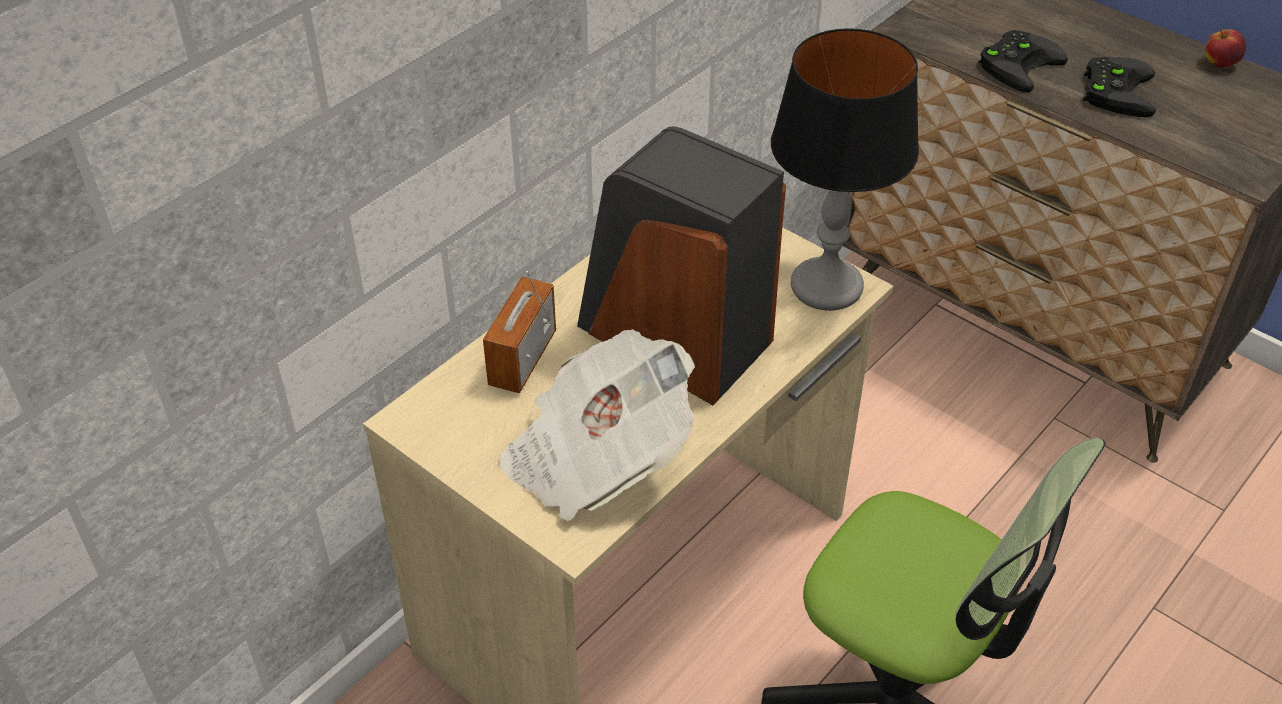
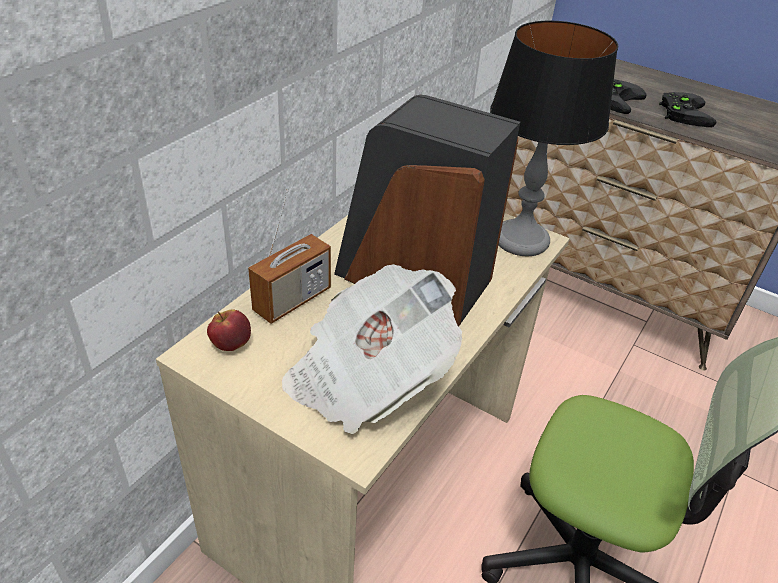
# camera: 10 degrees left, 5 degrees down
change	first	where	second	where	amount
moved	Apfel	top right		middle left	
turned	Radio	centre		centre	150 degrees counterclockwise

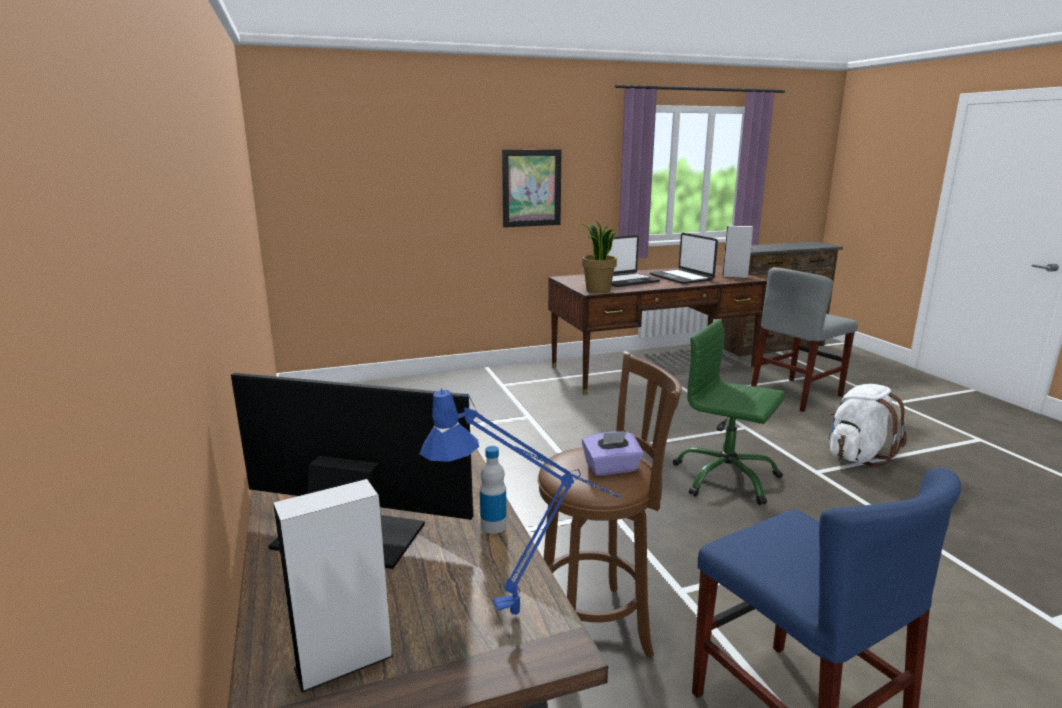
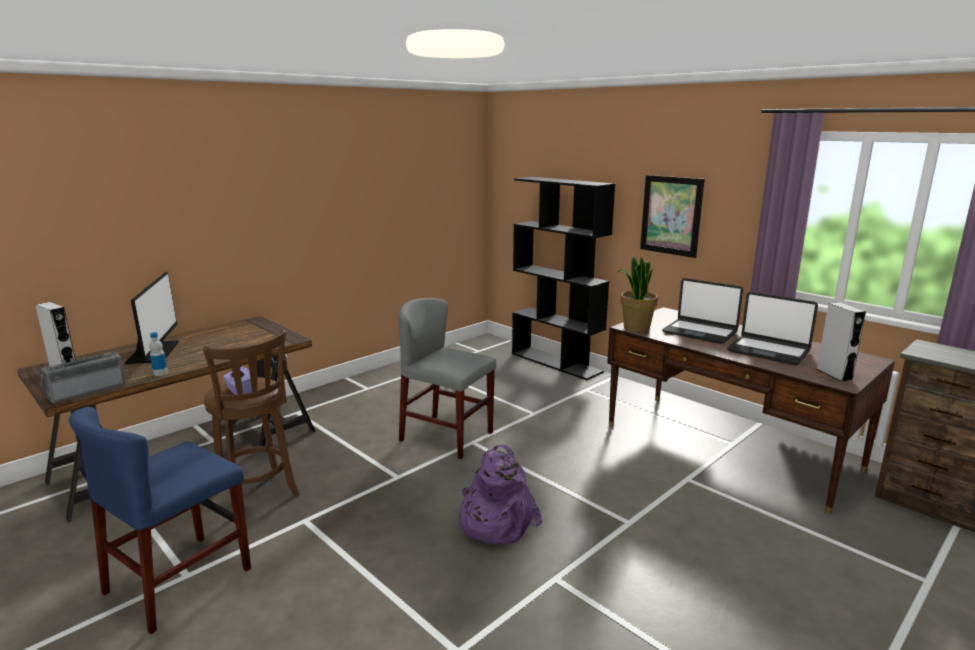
# camera: 65 degrees right, 0 degrees up
change	first	where	second	where	amount
replaced	Tischlampe/blau	bottom centre	Radio	middle left	
moved	Stuhl/grau	middle right		centre	
replaced	Bürostuhl/grün	middle right	Rucksack/lila	bottom centre	
added			Bücherregal/schwarz	centre	
turned	Laptop (2nd from left)	centre		middle right	90 degrees counterclockwise
removed	Rucksack/weiß	middle right			

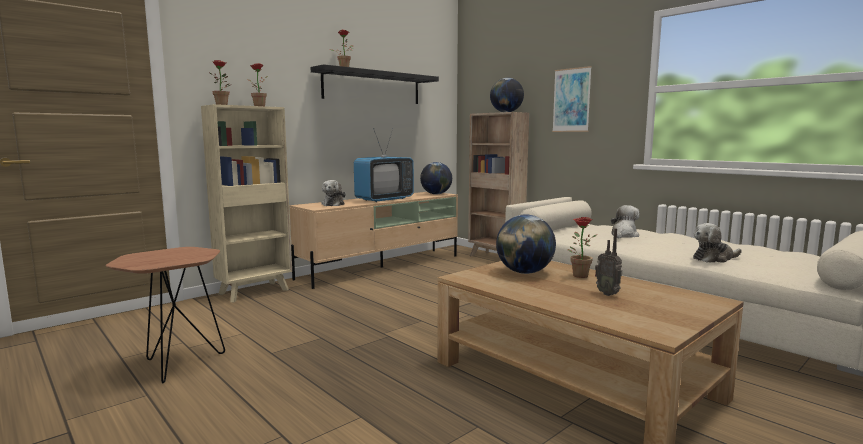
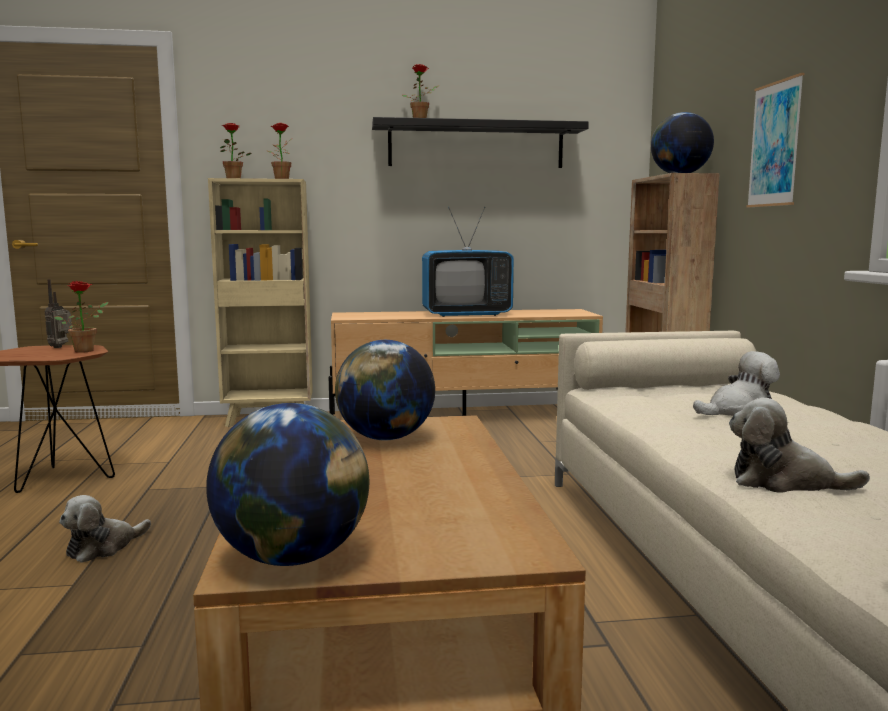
# camera: 35 degrees right, 0 degrees up
change	first	where	second	where	amount
moved	Radio	middle right		middle left	
moved	Topfpflanze (4th from left in the first image)	middle right	Topfpflanze (1st from left)	middle left	
moved	Plüschtier (1st from left)	centre		bottom left	
moved	Globus (1st from left)	centre		bottom left	

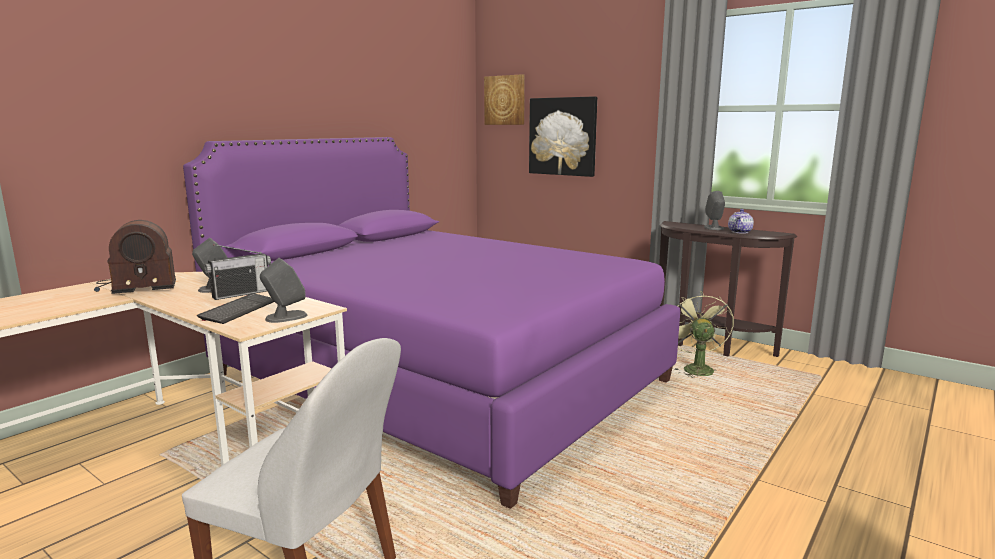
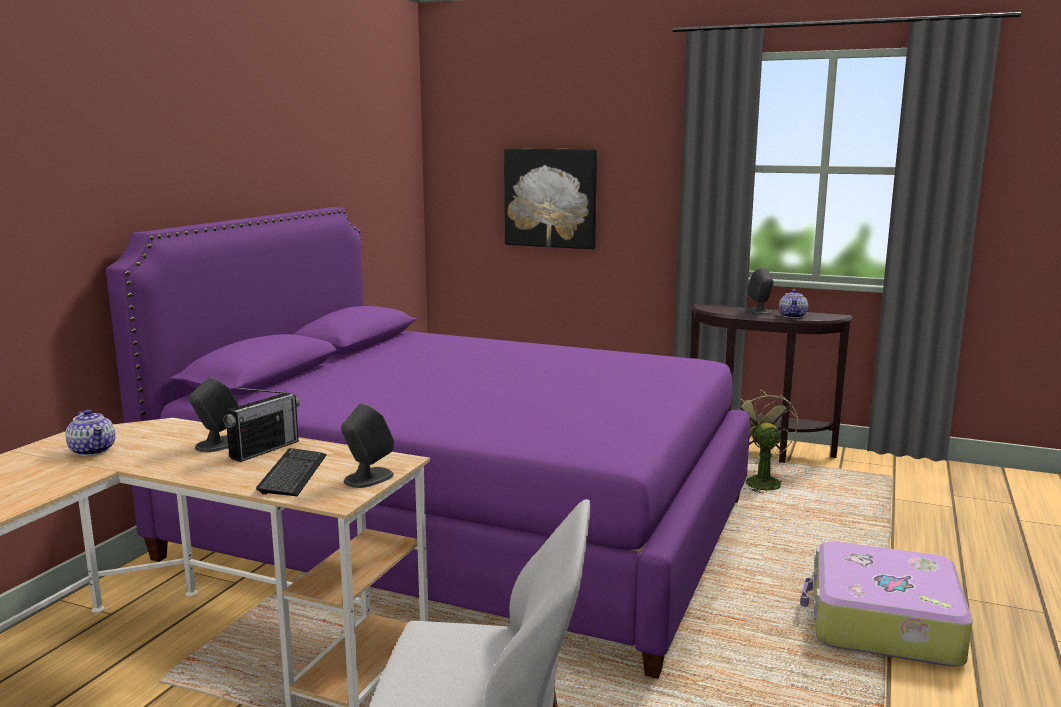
# camera: 15 degrees left, 0 degrees up
change	first	where	second	where	amount
replaced	Radio (1st from left)	middle left	Teekanne (1st from left)	middle left	
added			Koffer	bottom right	
removed	Bild (1st from left)	top centre			

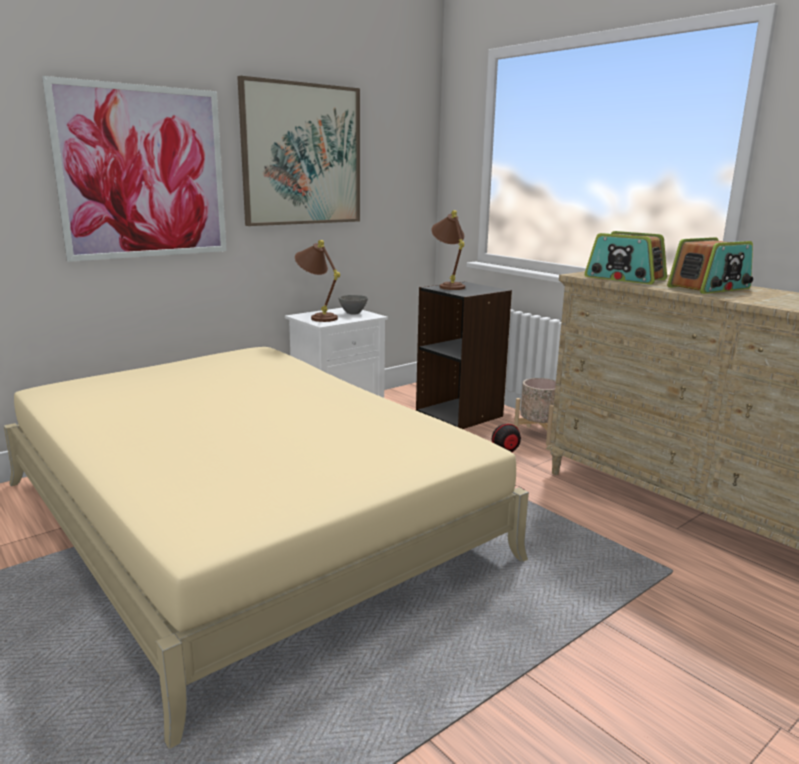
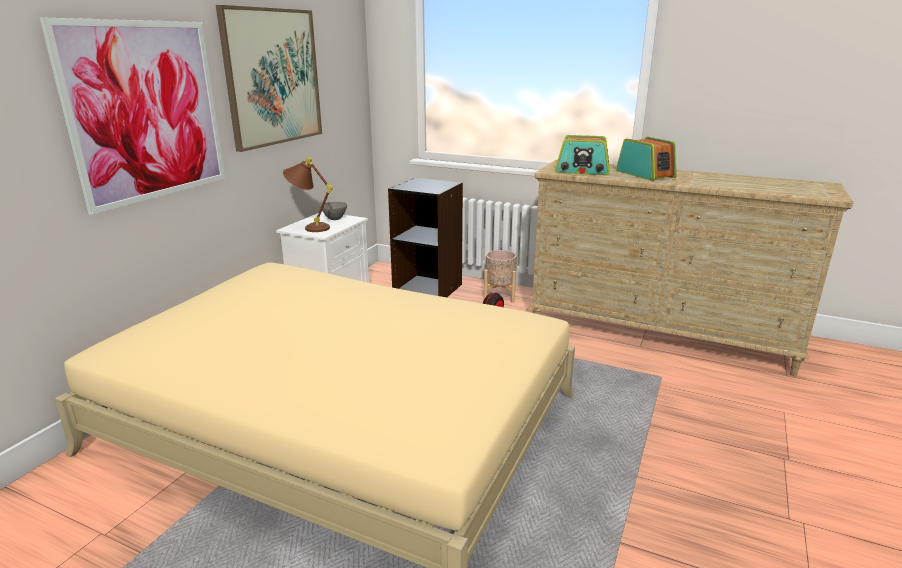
# camera: 25 degrees left, 5 degrees up
change	first	where	second	where	amount
turned	Radio (2nd from left)	middle right		top right	60 degrees counterclockwise
removed	Tischlampe/braun (2nd from left)	top centre			

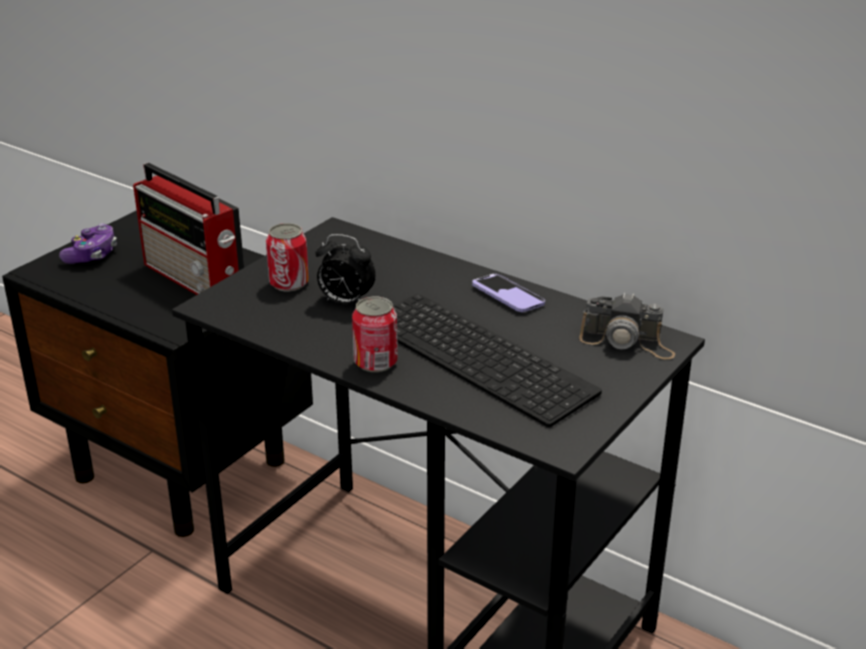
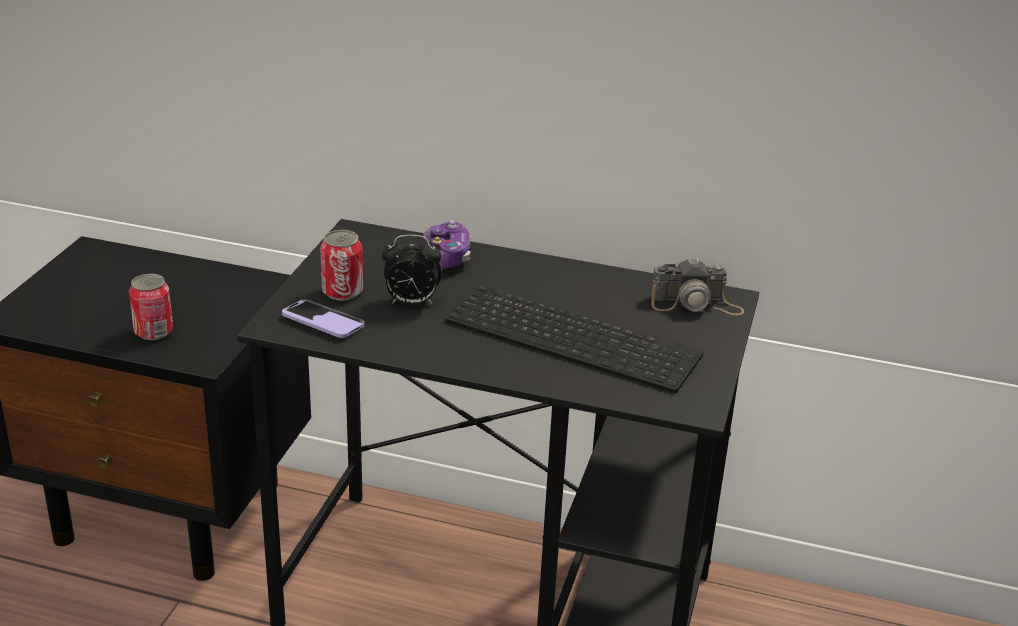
# camera: 20 degrees left, 0 degrees up
change	first	where	second	where	amount
moved	Dose (2nd from left in the first image)	centre	Dose (1st from left)	middle left	
moved	Handy	centre		middle left	
moved	Gamepad	middle left		centre	
removed	Radio	middle left			

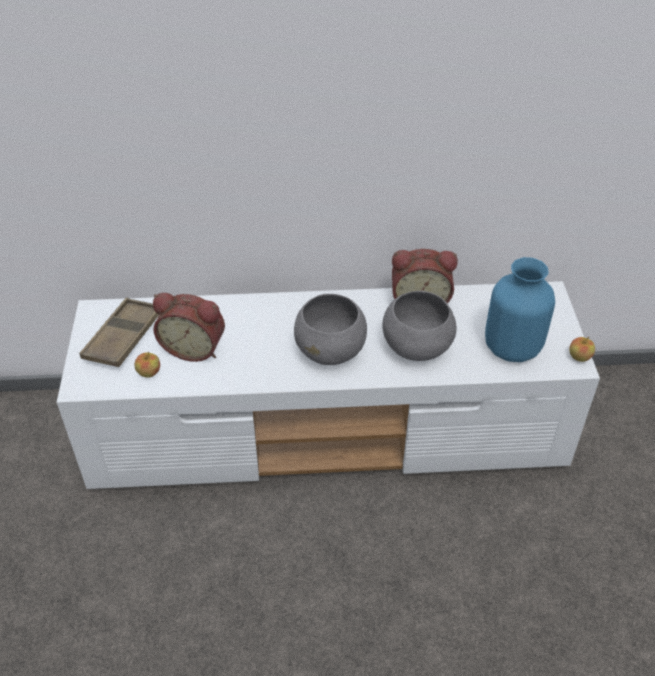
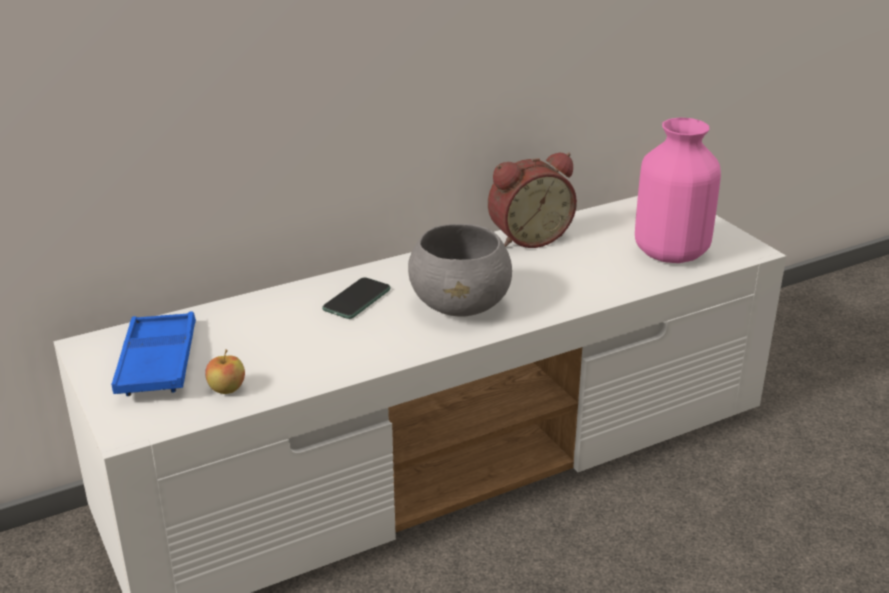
# camera: 25 degrees left, 15 degrees down
change	first	where	second	where	amount
recoloured	Tablett/braun	middle left	Tablett/blau	middle left	
added			Handy	centre	
recoloured	Vase/blau	middle right	Vase/rosa	top right	
removed	Wecker (1st from left)	middle left			
removed	Schüssel/grau (2nd from left)	centre			
removed	Apfel (2nd from left)	middle right			

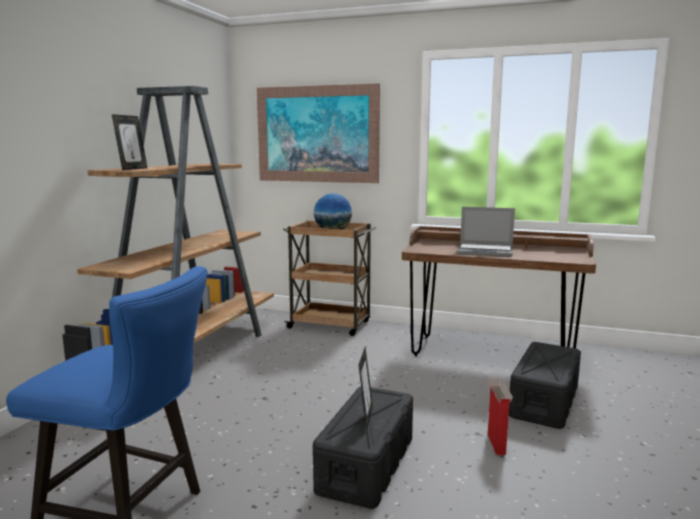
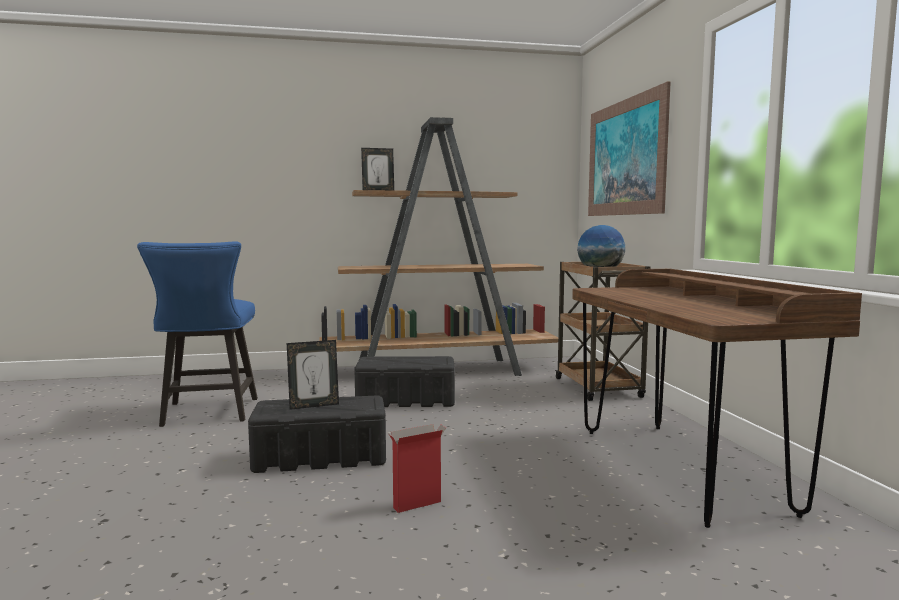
# camera: 60 degrees right, 5 degrees down
change	first	where	second	where	amount
moved	Aufbewahrungsbox/schwarz (2nd from left)	bottom right		centre	
removed	Laptop	middle right			

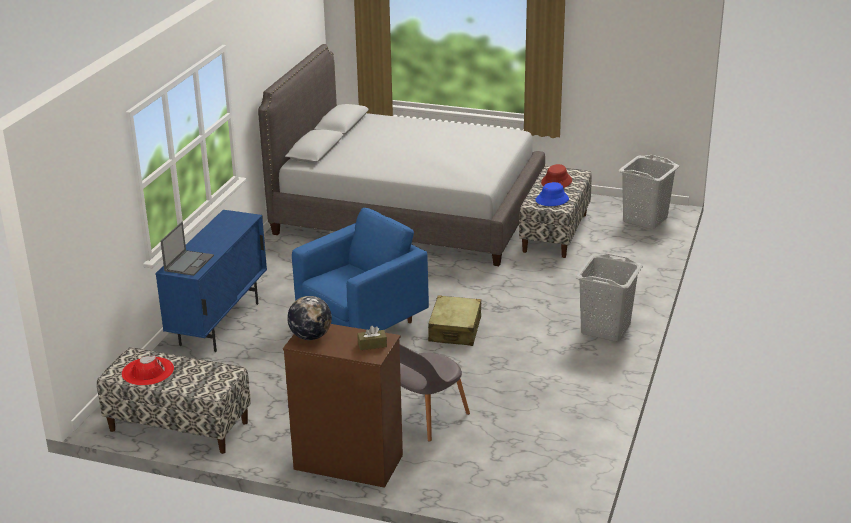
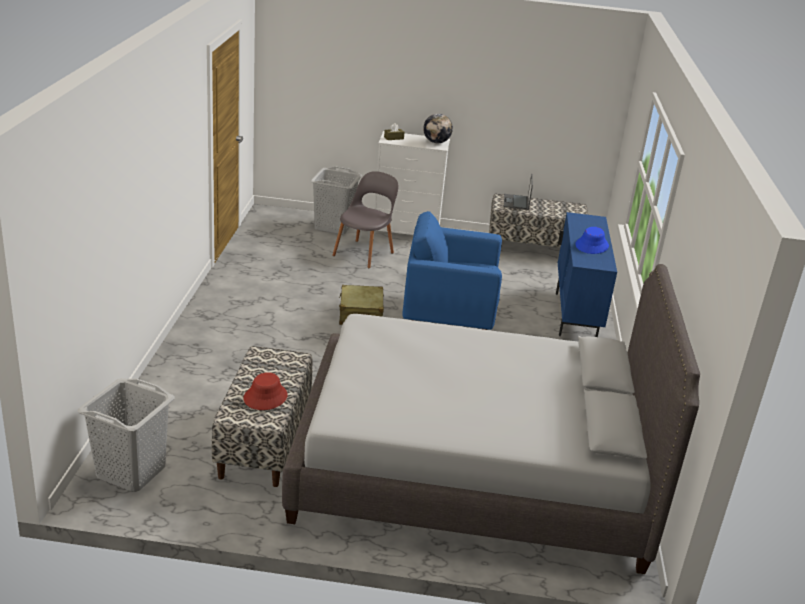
# camera: 165 degrees right, 0 degrees up
change	first	where	second	where	amount
moved	Wäschekorb/grau (1st from left in the first image)	middle right	Wäschekorb/grau (2nd from left)	top centre	
recoloured	Kommode/braun	bottom centre	Kommode/weiß	top centre	
turned	Sessel/blau	centre		centre	60 degrees clockwise
moved	Laptop	middle left		top centre	
moved	Hut/blau	centre		middle right	
removed	Hut/rot (1st from left)	bottom left			

